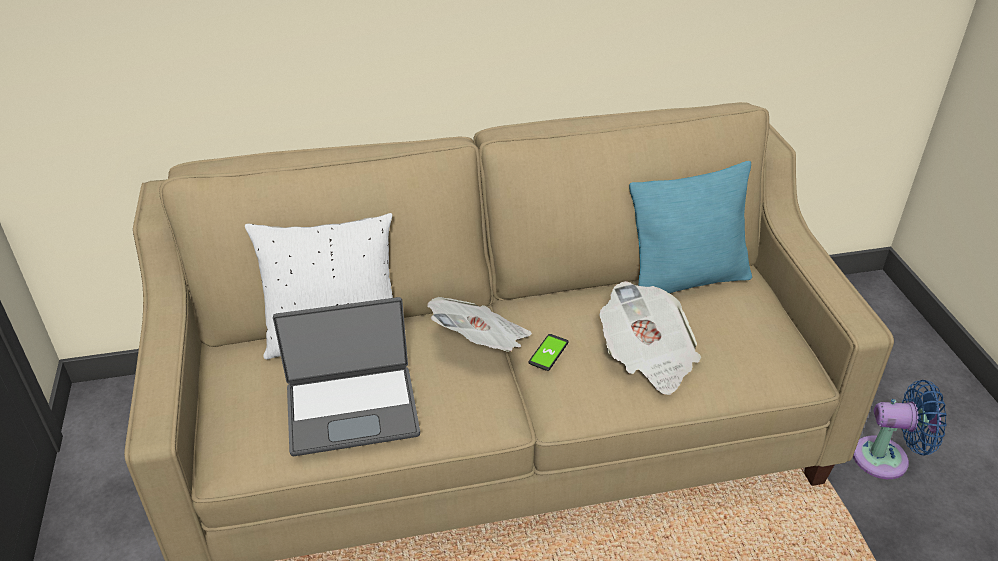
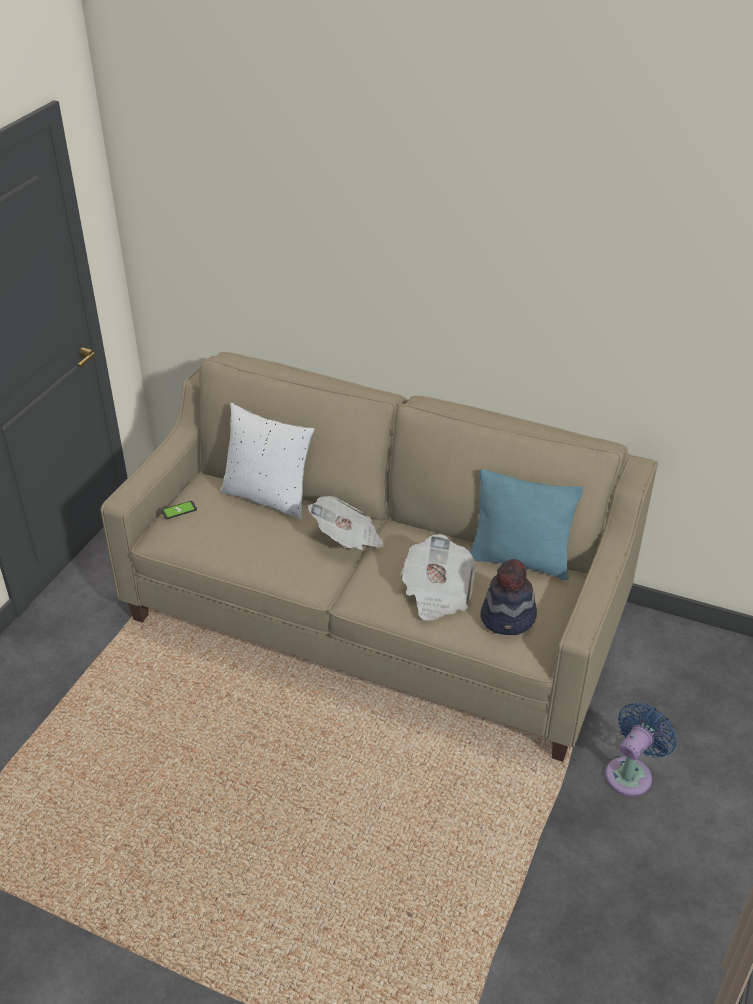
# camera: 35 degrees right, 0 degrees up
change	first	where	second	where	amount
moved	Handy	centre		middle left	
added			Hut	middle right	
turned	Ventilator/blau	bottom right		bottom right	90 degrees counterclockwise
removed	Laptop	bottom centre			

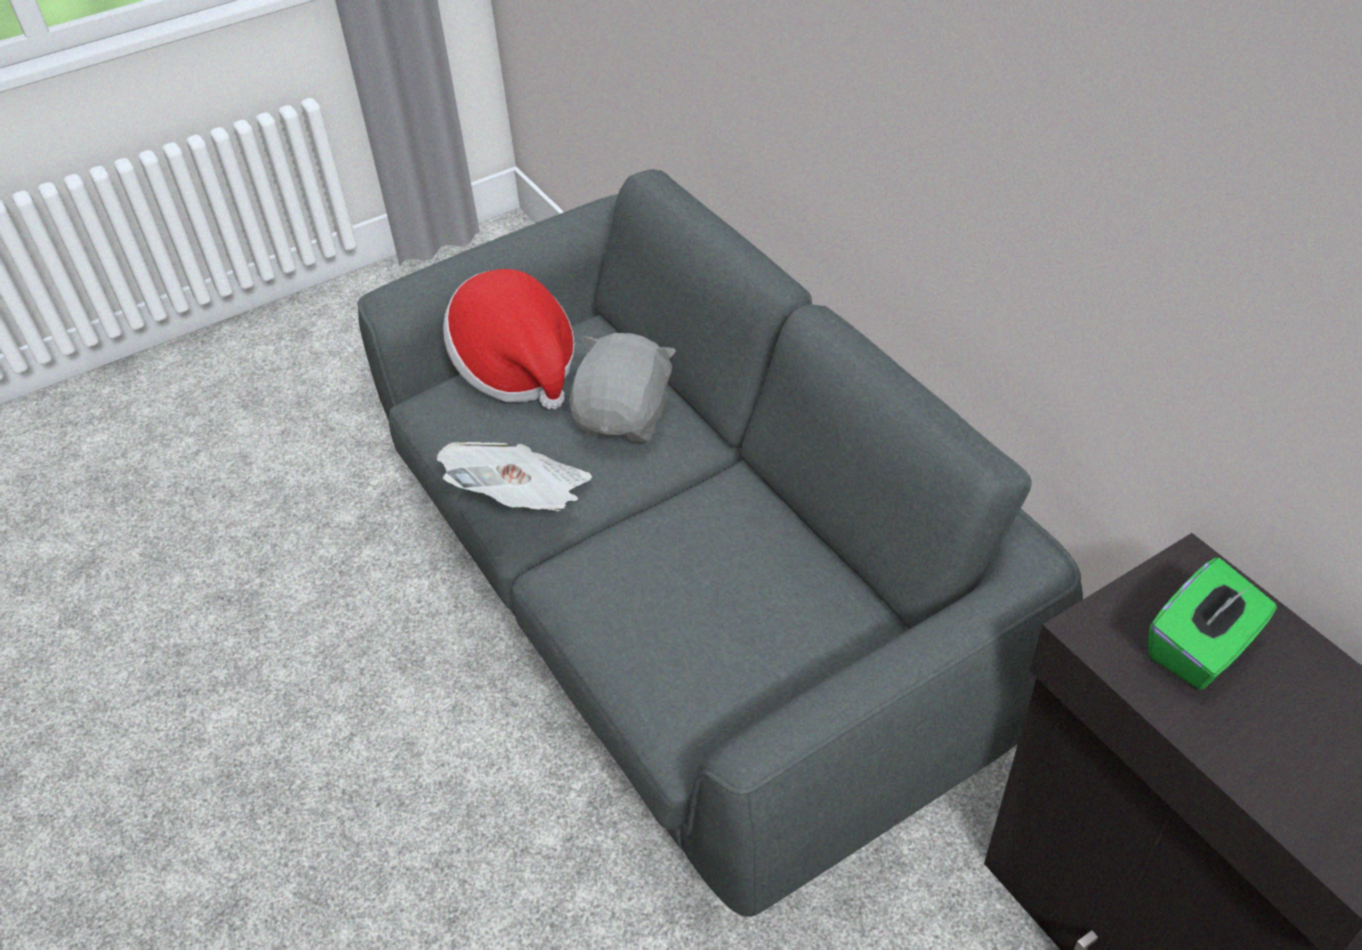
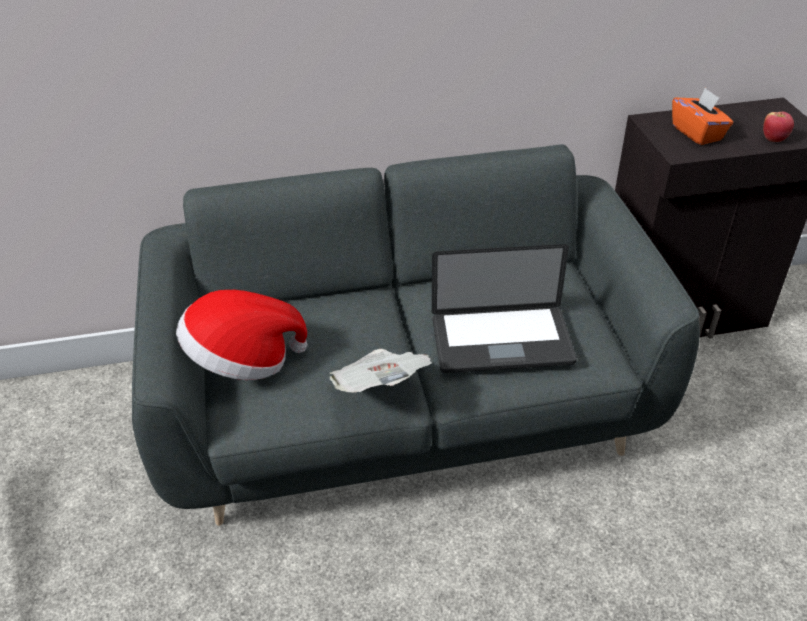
# camera: 70 degrees left, 5 degrees down
change	first	where	second	where	amount
added			Laptop	centre	
recoloured	Taschentuchbox/grün	middle right	Taschentuchbox/orange	top right	
added			Apfel	top right	
removed	Plüschtier/grau	centre			

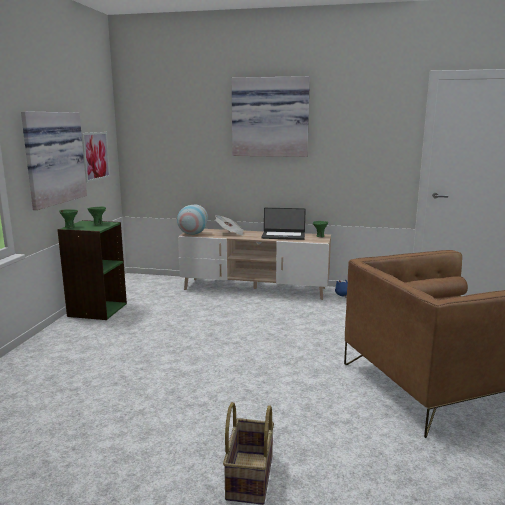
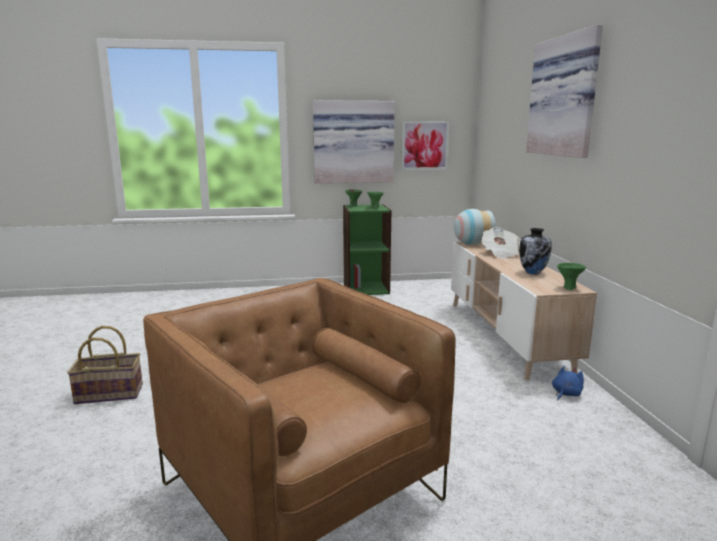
# camera: 70 degrees right, 0 degrees up
change	first	where	second	where	amount
replaced	Laptop	centre	Vase (2nd from left)	middle right	

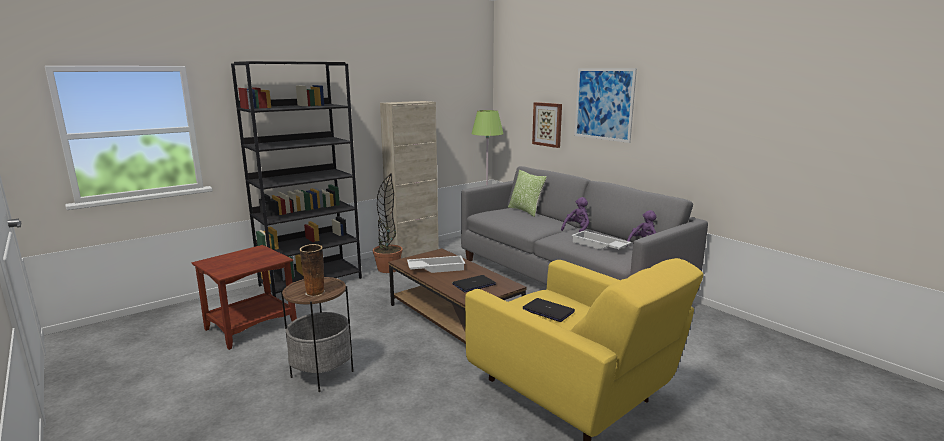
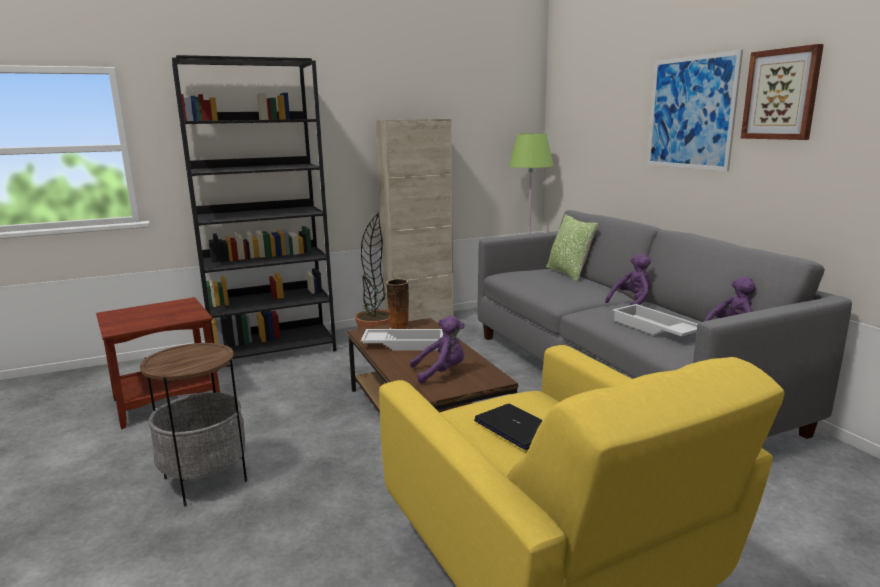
# camera: 15 degrees right, 0 degrees up
change	first	where	second	where	amount
moved	Vase	middle left		centre	
replaced	Laptop (1st from left)	centre	Plüschtier/lila (1st from left)	centre	
moved	Bild (1st from left in the first image)	top centre	Bild (2nd from left)	top right	

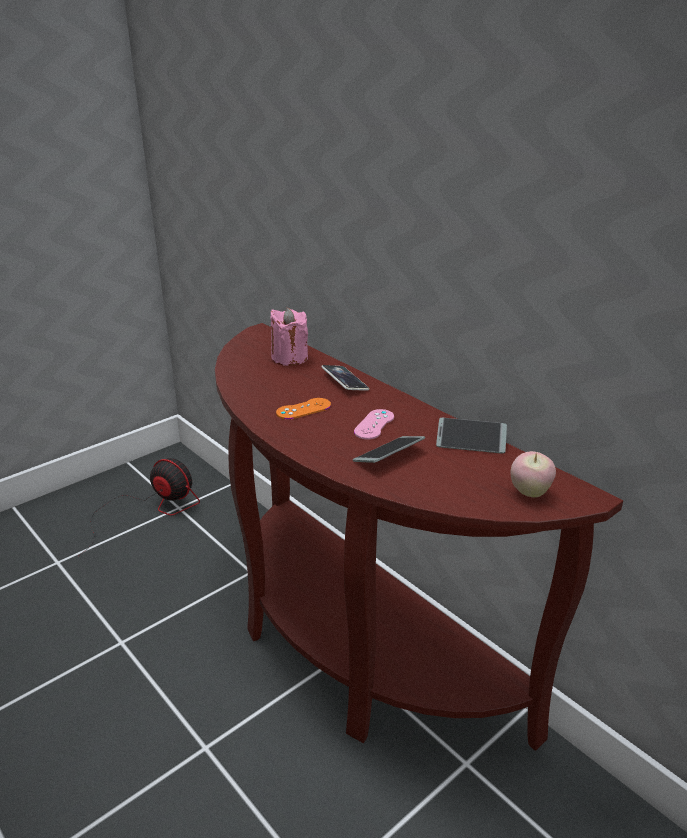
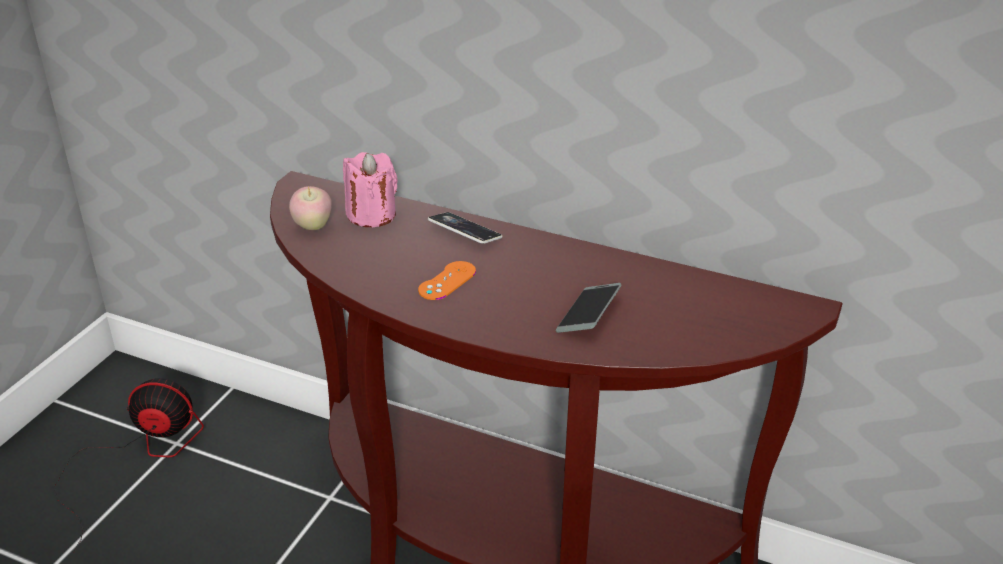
# camera: 25 degrees left, 5 degrees up
change	first	where	second	where	amount
moved	Apfel	middle right		middle left	
removed	Gamepad/rosa	centre			
removed	Handy (3rd from left)	middle right			

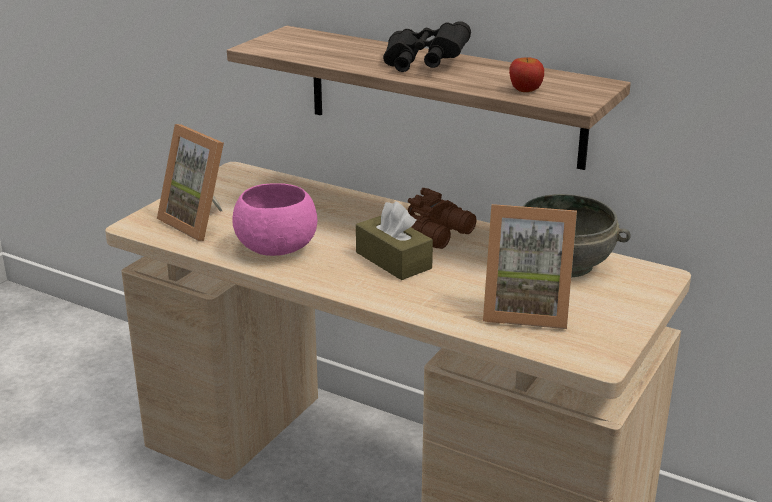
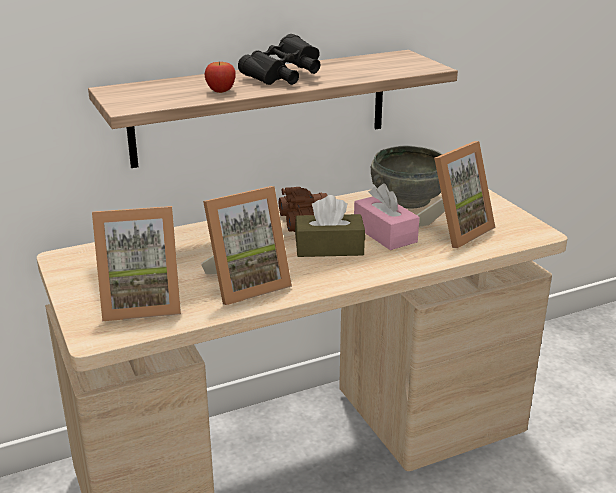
# camera: 55 degrees left, 0 degrees up
change	first	where	second	where	amount
replaced	Schüssel/rosa	centre	Bilderrahmen (2nd from left)	centre	
moved	Apfel	top right		top centre	
added			Taschentuchbox/rosa	centre	

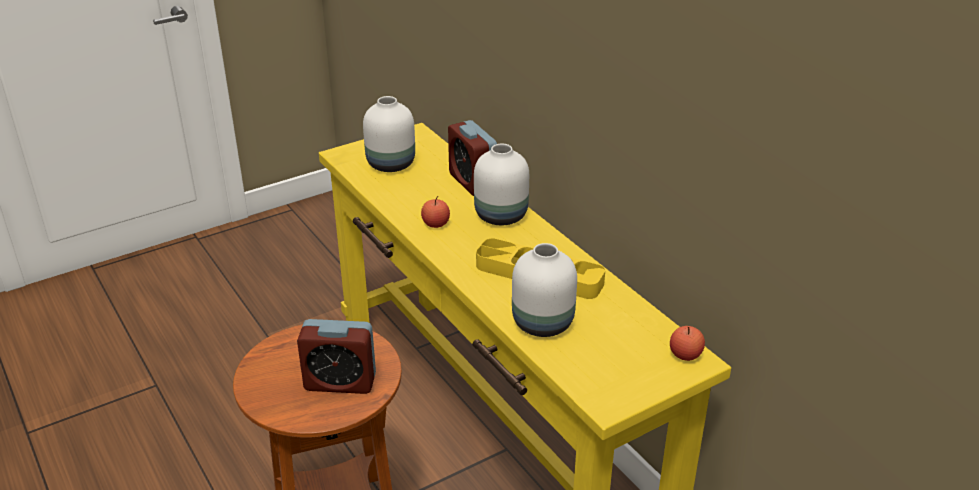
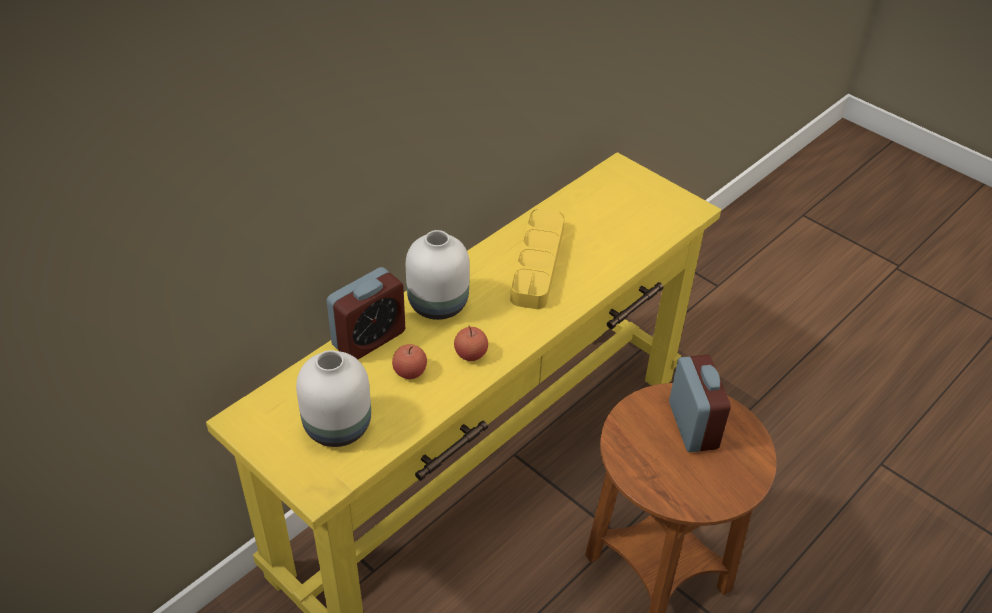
# camera: 105 degrees left, 10 degrees up
change	first	where	second	where	amount
moved	Apfel (2nd from left in the first image)	bottom right	Apfel (1st from left)	centre	
removed	Vase/weiß (3rd from left)	centre			

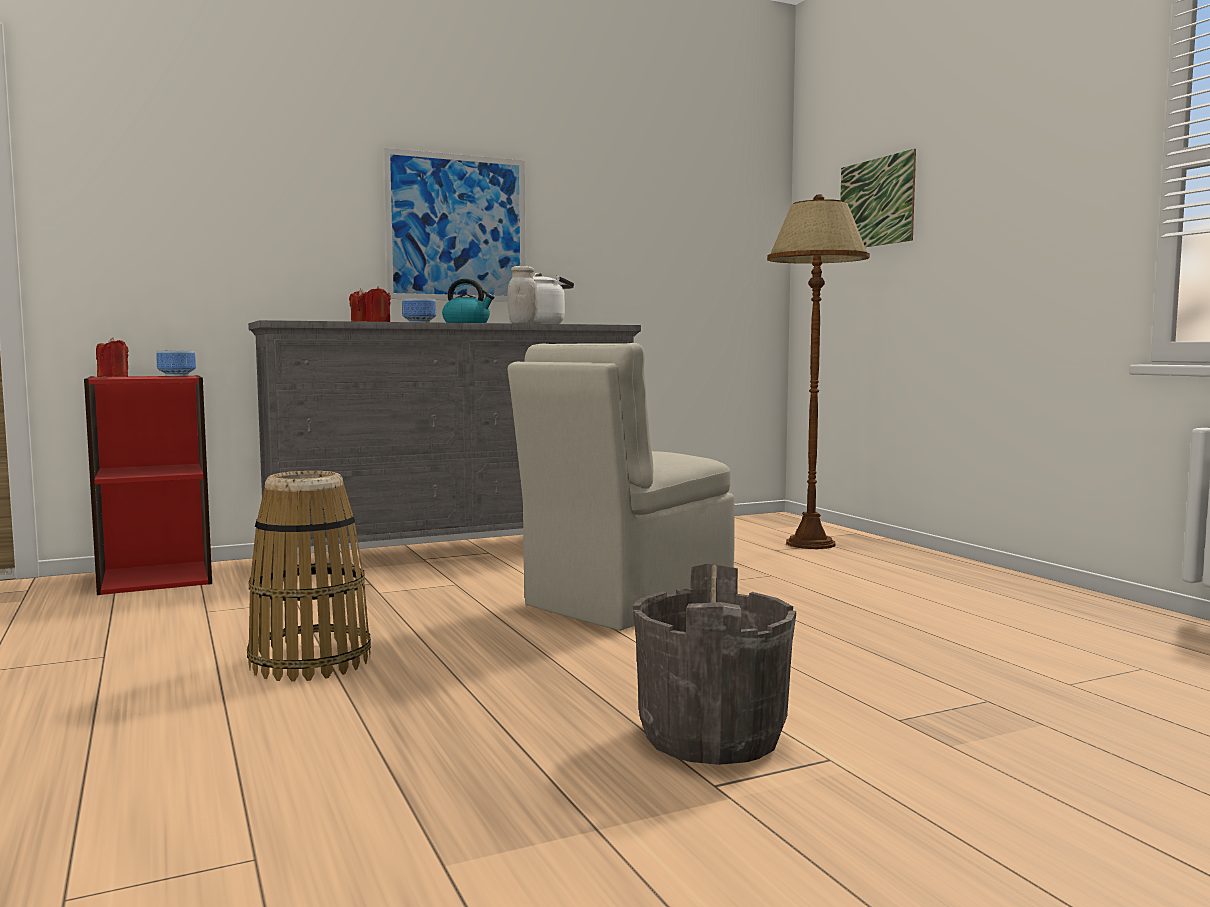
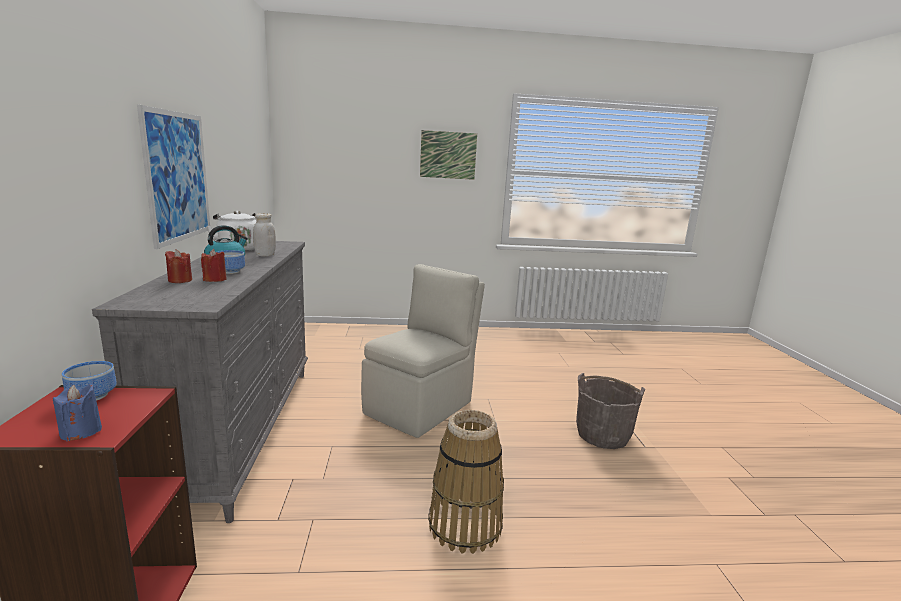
# camera: 70 degrees left, 10 degrees up
change	first	where	second	where	amount
recoloured	Kerze/rot (1st from left)	middle left	Kerze/blau	bottom left	
turned	Stuhl/beige	centre		centre	120 degrees counterclockwise
moved	Bild (2nd from left)	top right		top centre	
removed	Stehlampe/braun	middle right			

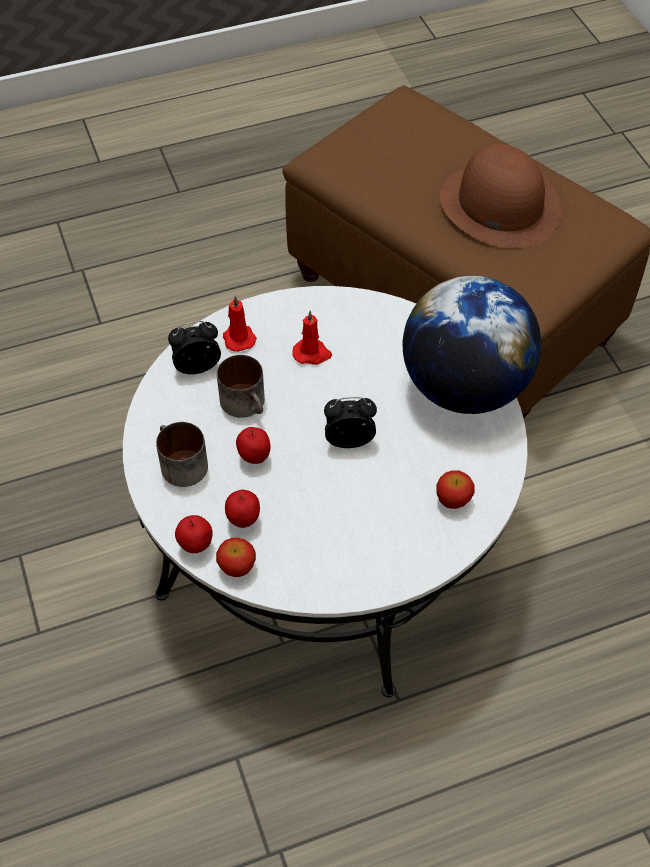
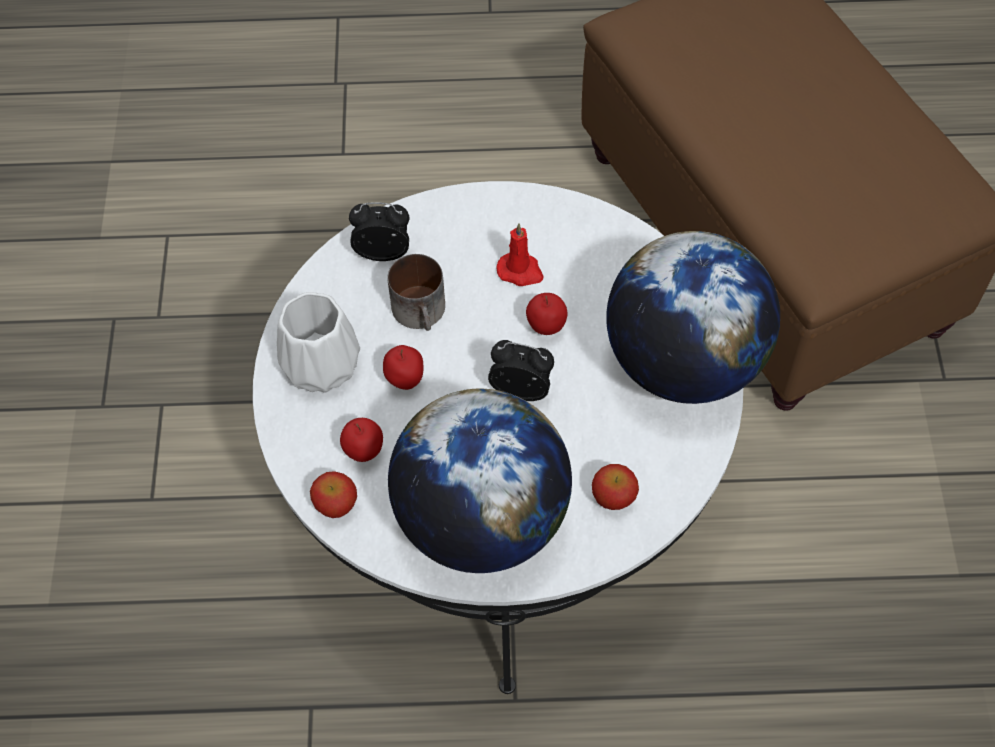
# camera: 20 degrees right, 5 degrees up
change	first	where	second	where	amount
replaced	Henkelbecher (1st from left)	middle left	Vase/weiß	middle left	
added			Globus (1st from left)	centre	
moved	Apfel (1st from left in the first image)	middle left	Apfel (4th from left)	centre	
removed	Kerze/rot (1st from left)	centre			
removed	Hut/braun	top right			

